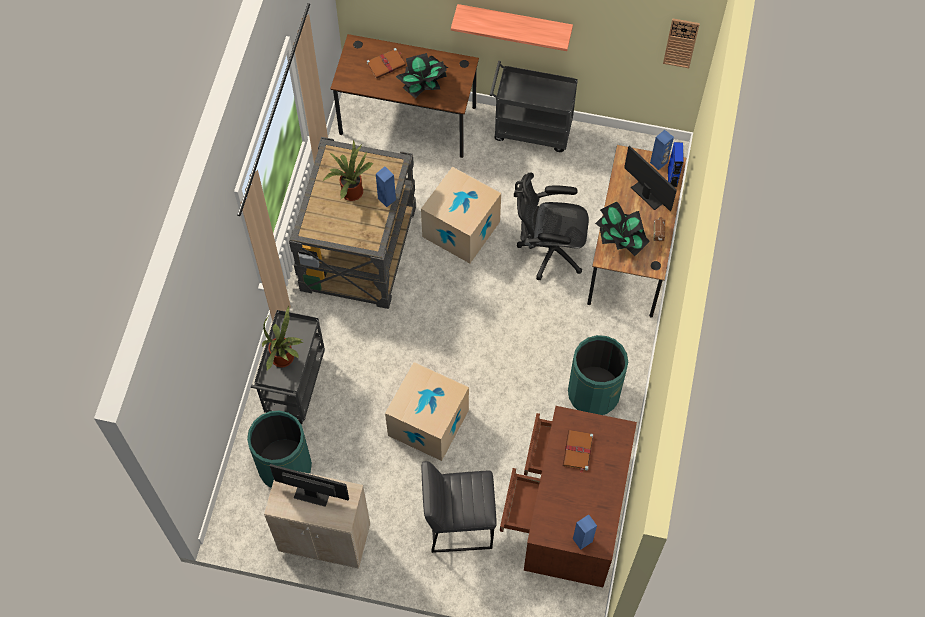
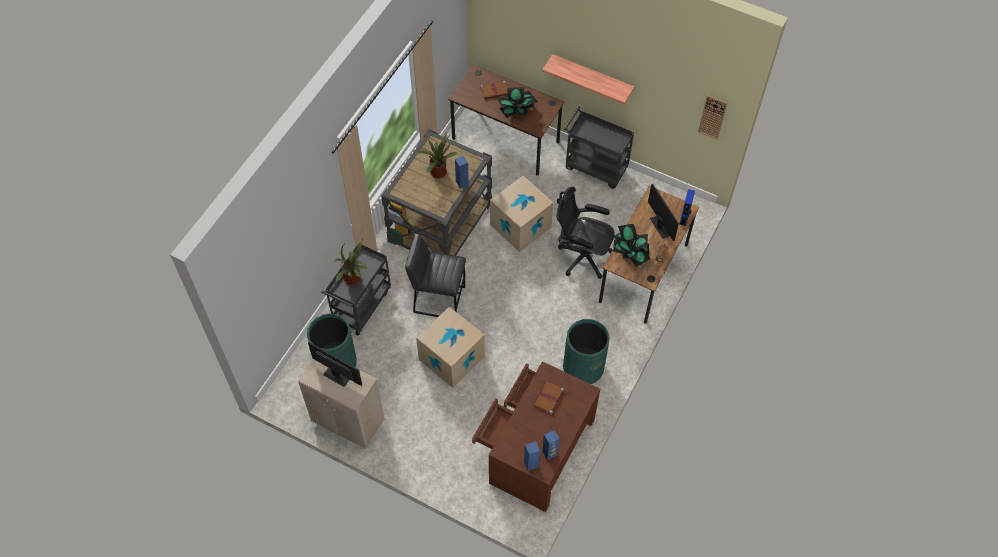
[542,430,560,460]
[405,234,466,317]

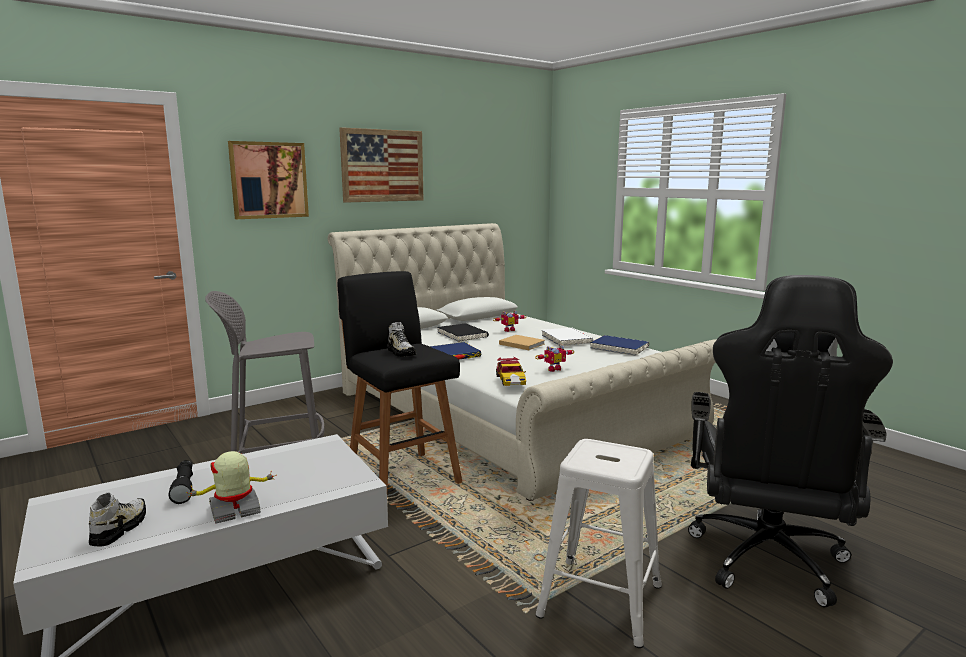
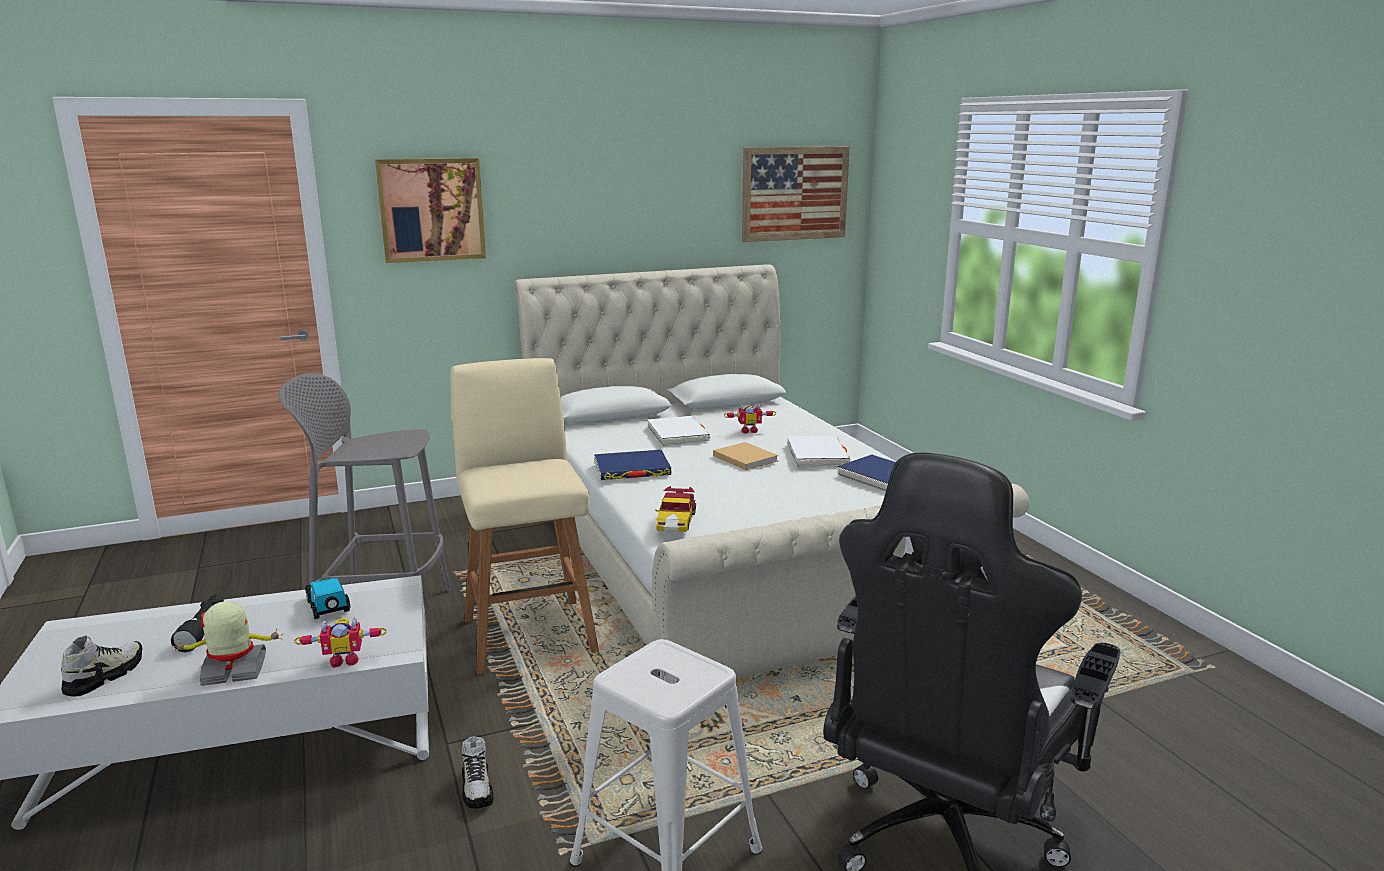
[742,146,850,242]
[450,358,599,675]
[462,736,493,809]
[647,416,711,446]
[294,618,387,668]
[305,578,351,619]

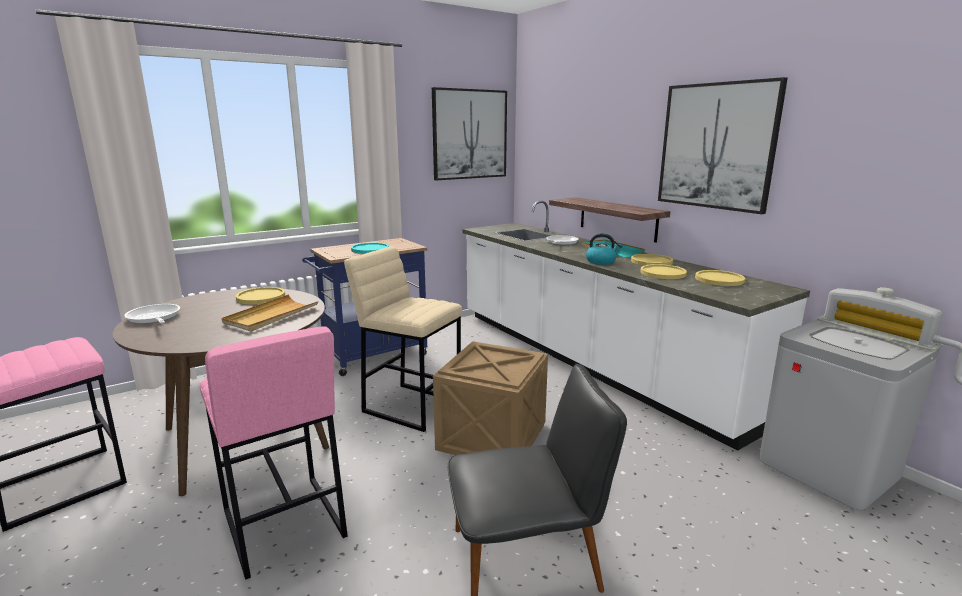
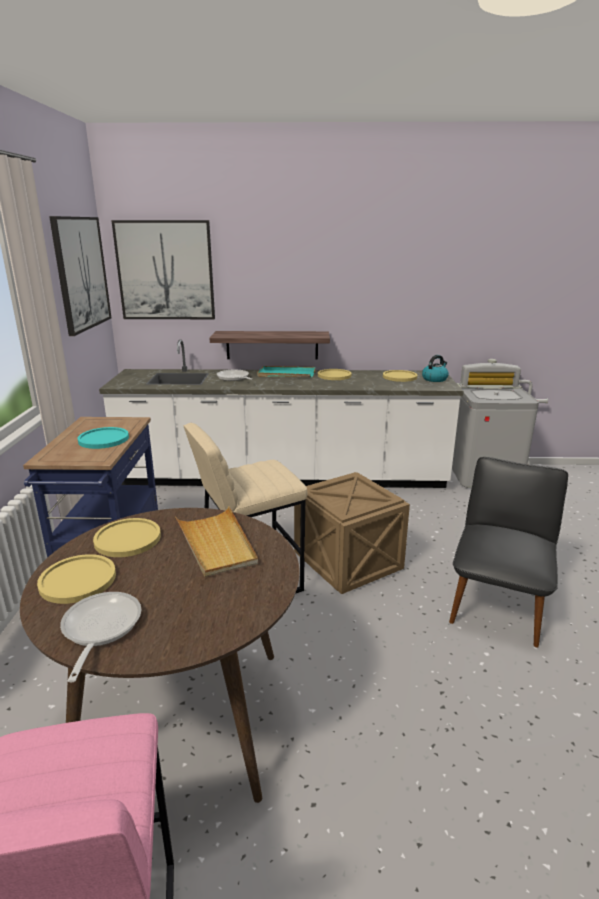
[111,220,215,319]
[422,355,449,382]
[37,554,116,604]
[60,592,142,682]
[200,326,347,580] (first image)

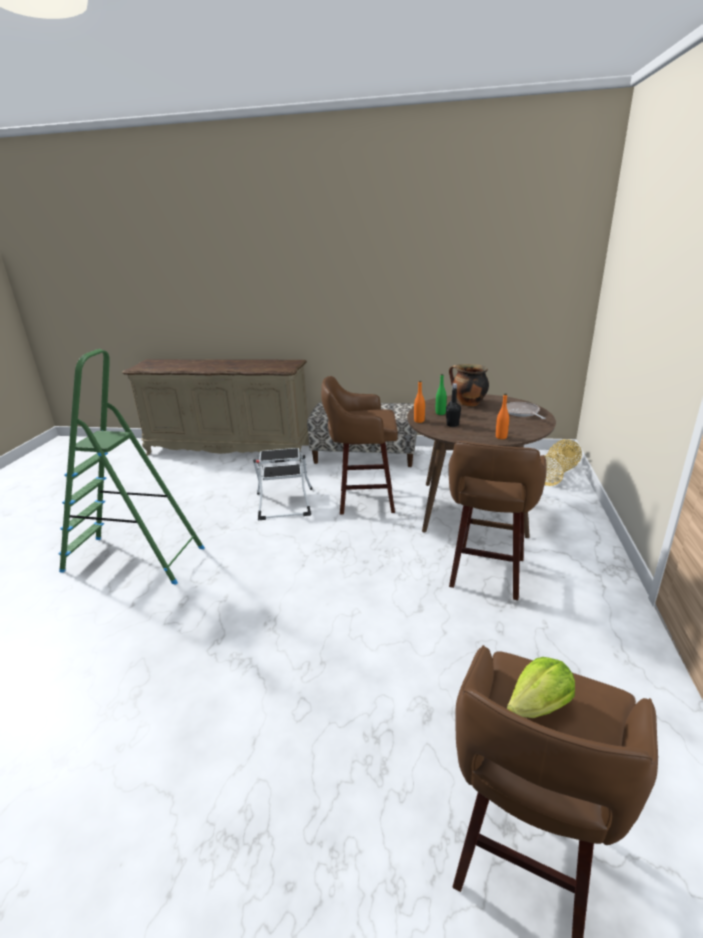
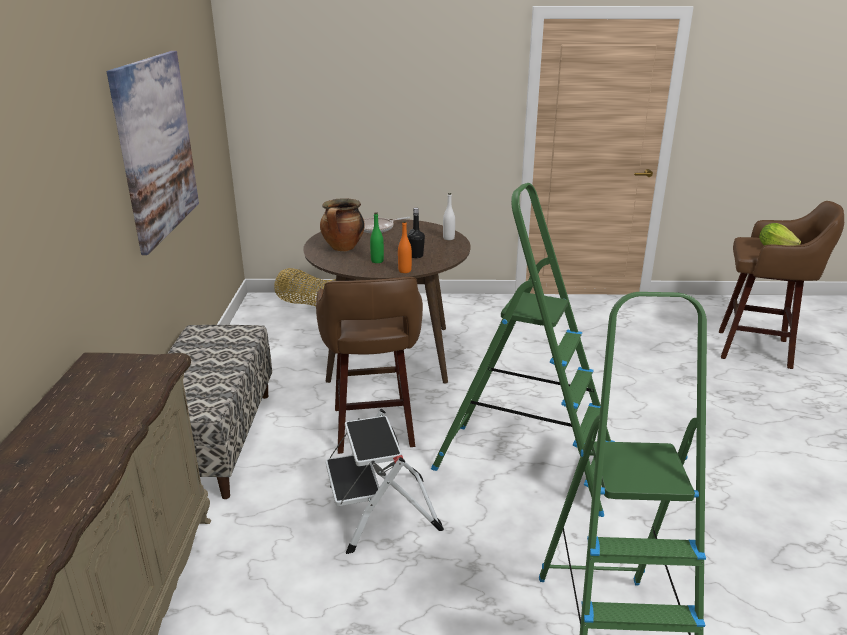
[443,193,455,240]
[449,441,547,600] (first image)
[107,51,199,255]
[431,183,615,517]

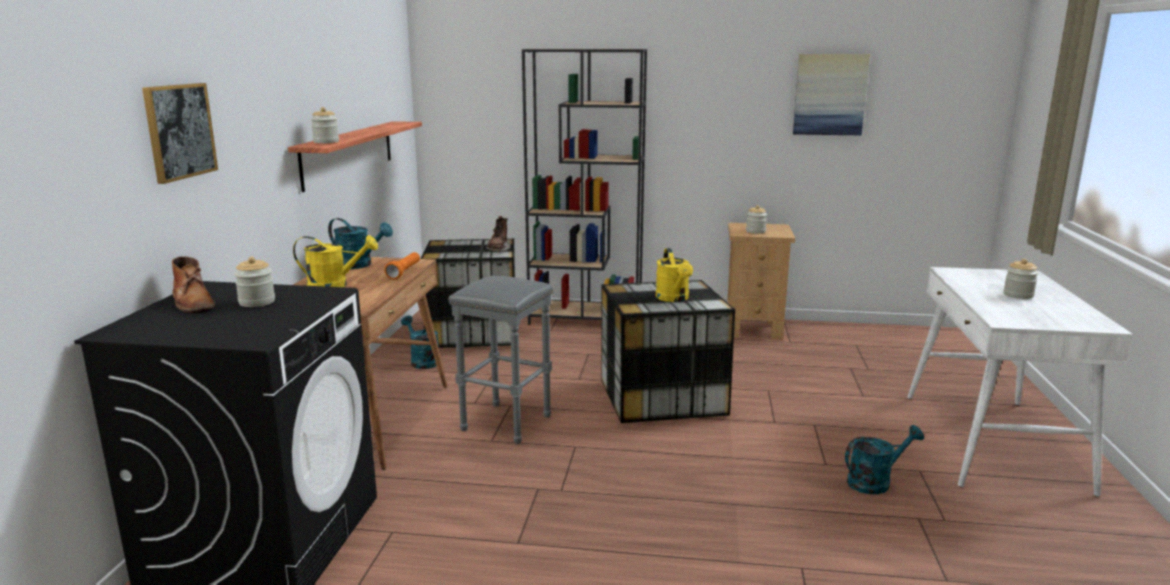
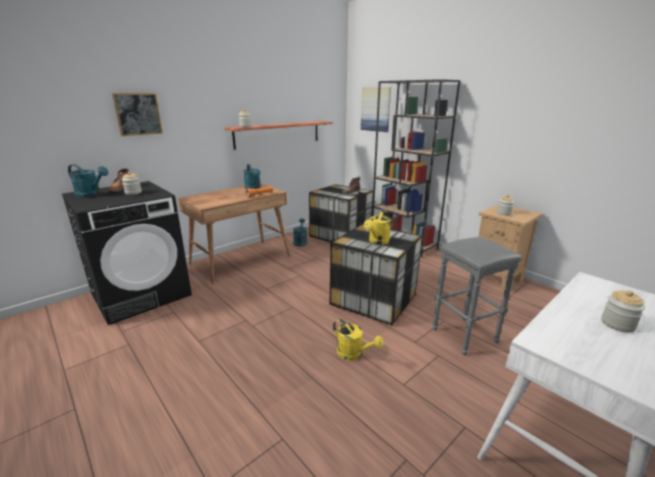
[361,87,391,132]
[333,319,384,361]
[432,237,522,355]
[68,164,108,198]

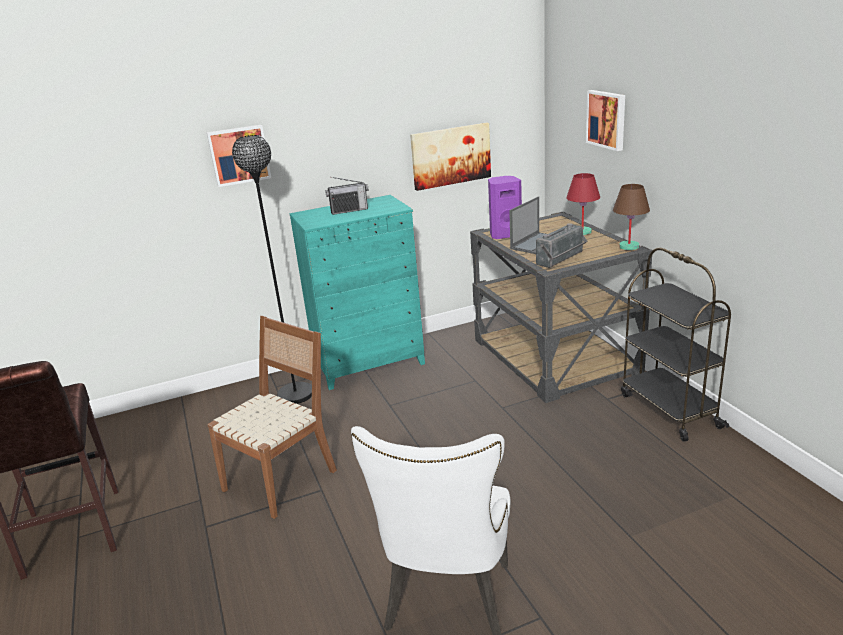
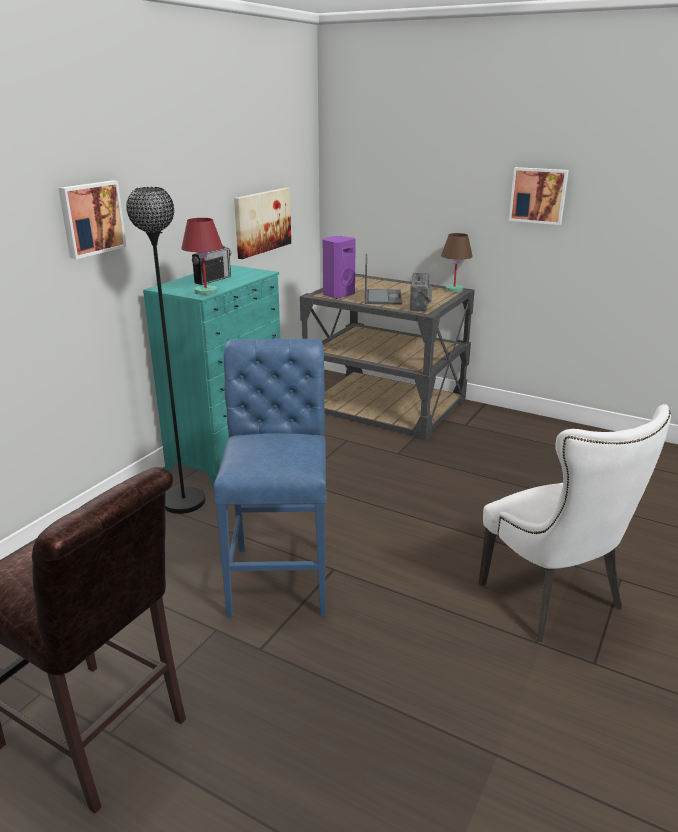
[509,167,569,225]
[181,218,223,295]
[621,248,731,442] (first image)
[213,339,327,618]

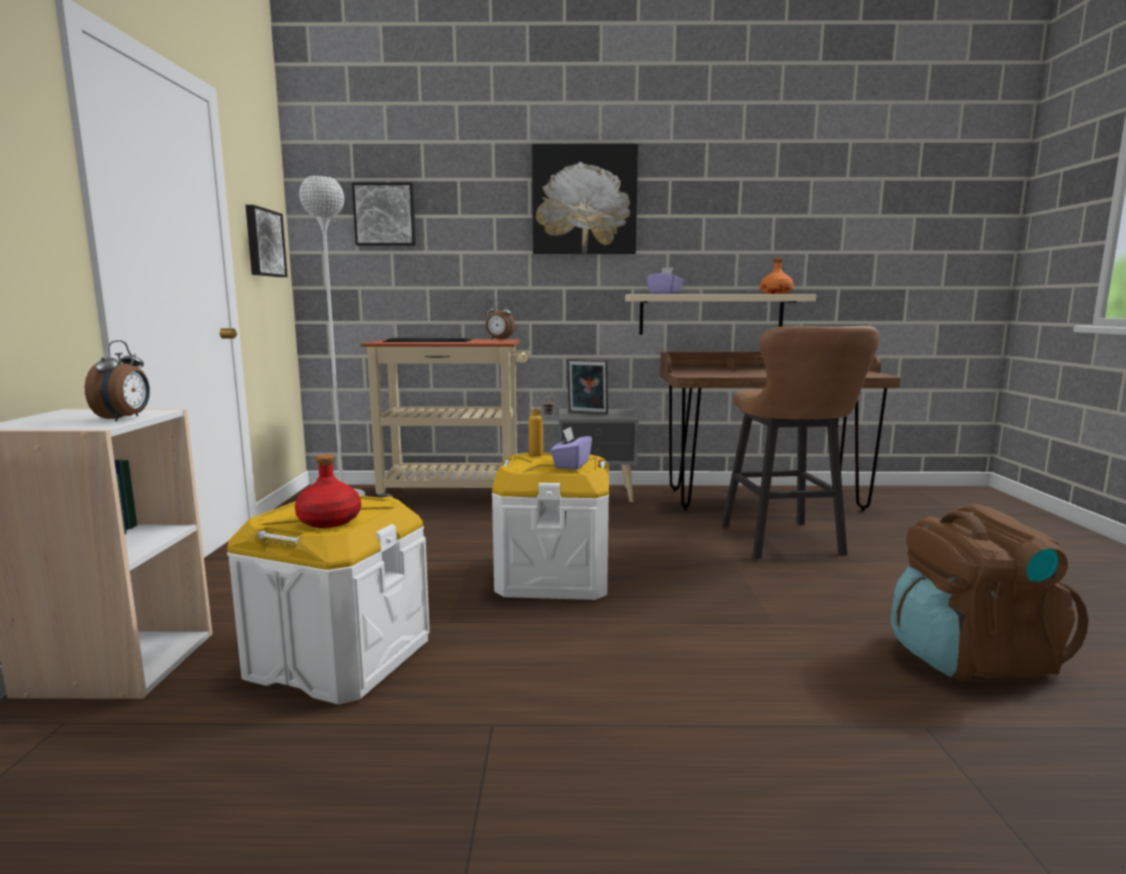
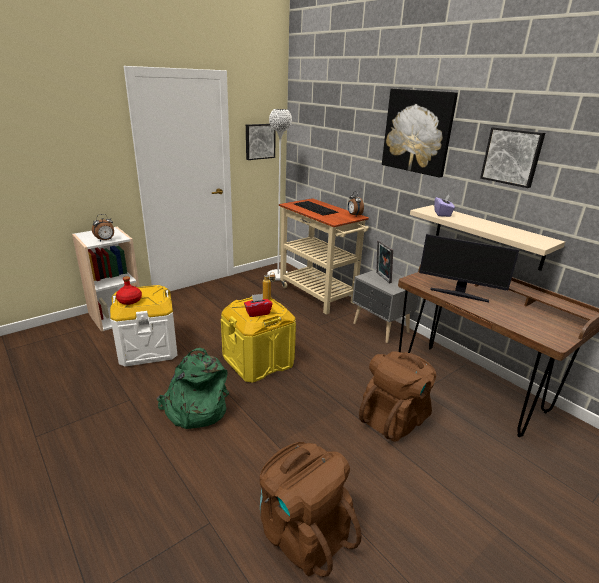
[480,127,545,188]
[760,258,794,294] (first image)
[359,351,436,442]
[244,294,272,317]
[221,297,296,383]
[419,234,519,302]
[156,348,229,429]

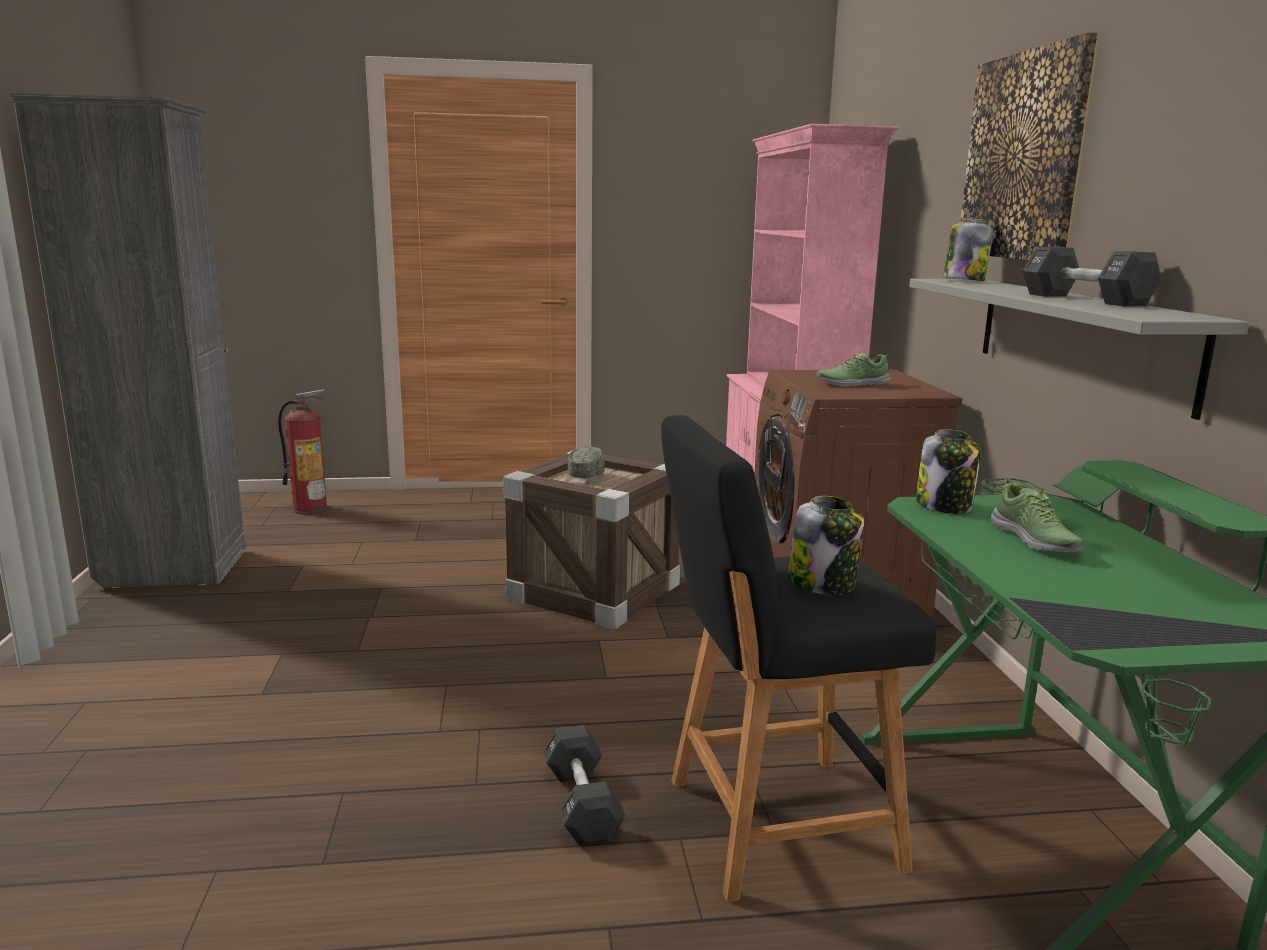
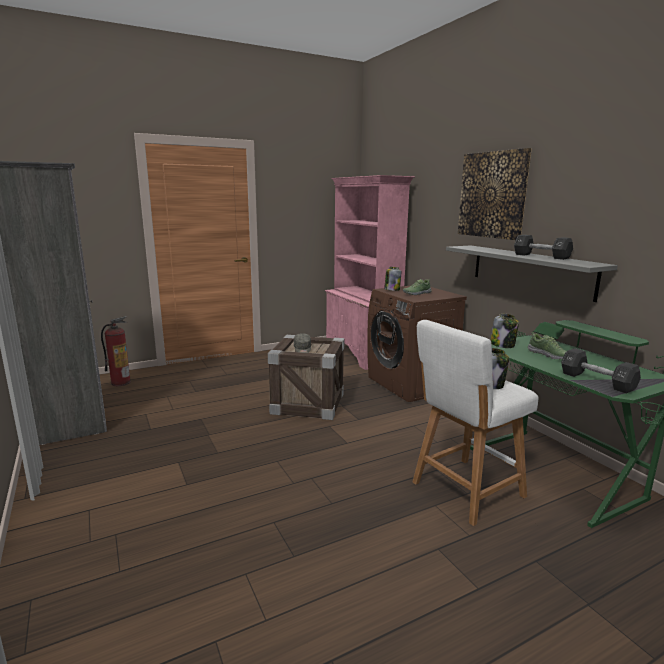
[384,267,401,291]
[412,320,538,526]
[561,348,641,393]

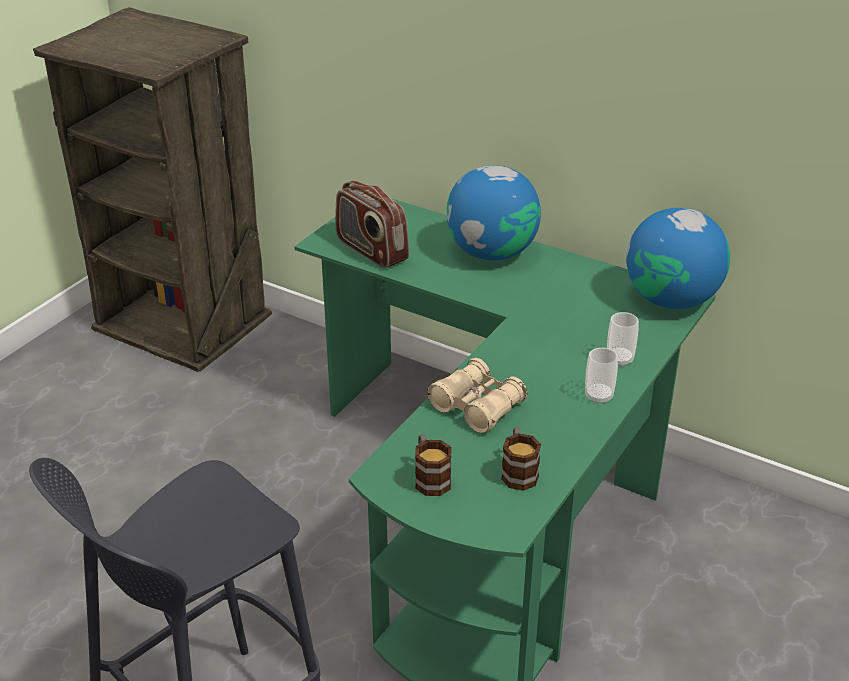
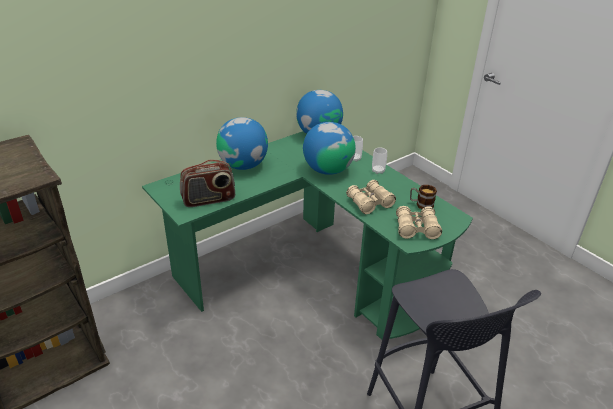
[396,206,442,239]
[303,122,356,175]

